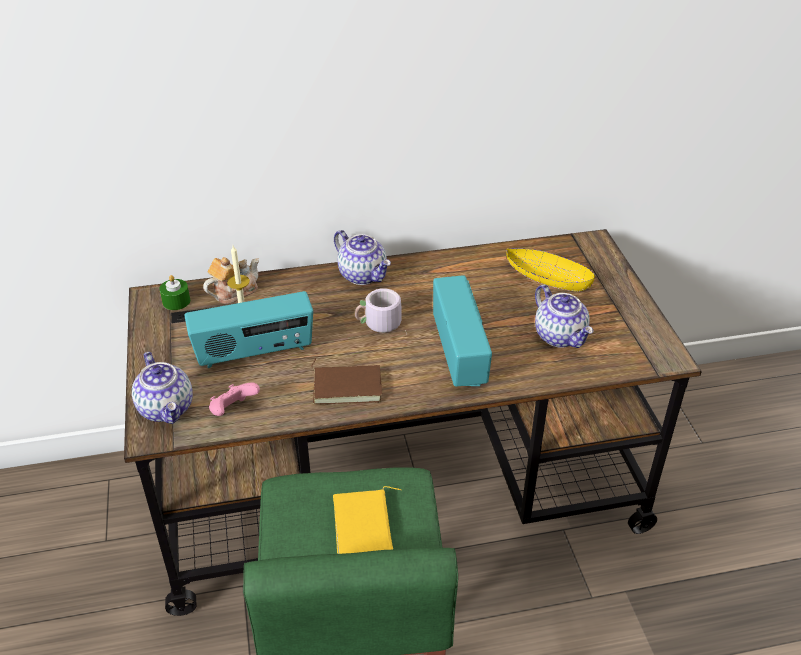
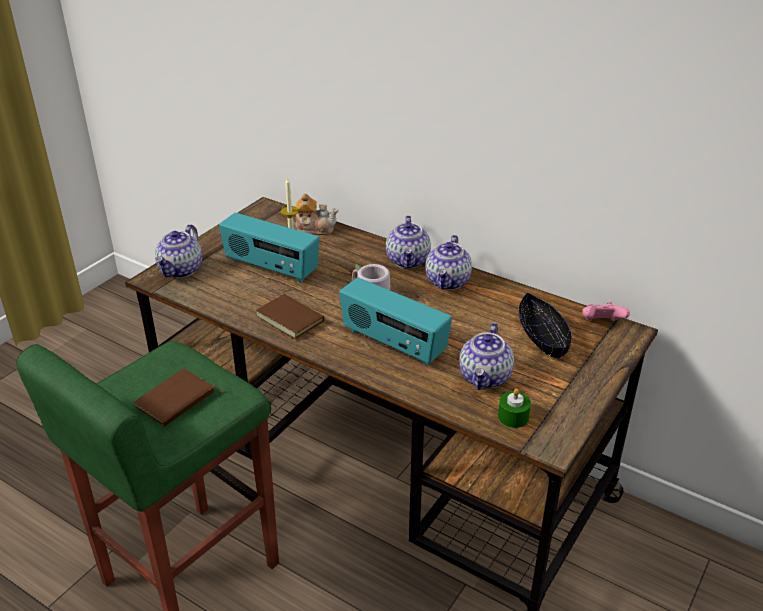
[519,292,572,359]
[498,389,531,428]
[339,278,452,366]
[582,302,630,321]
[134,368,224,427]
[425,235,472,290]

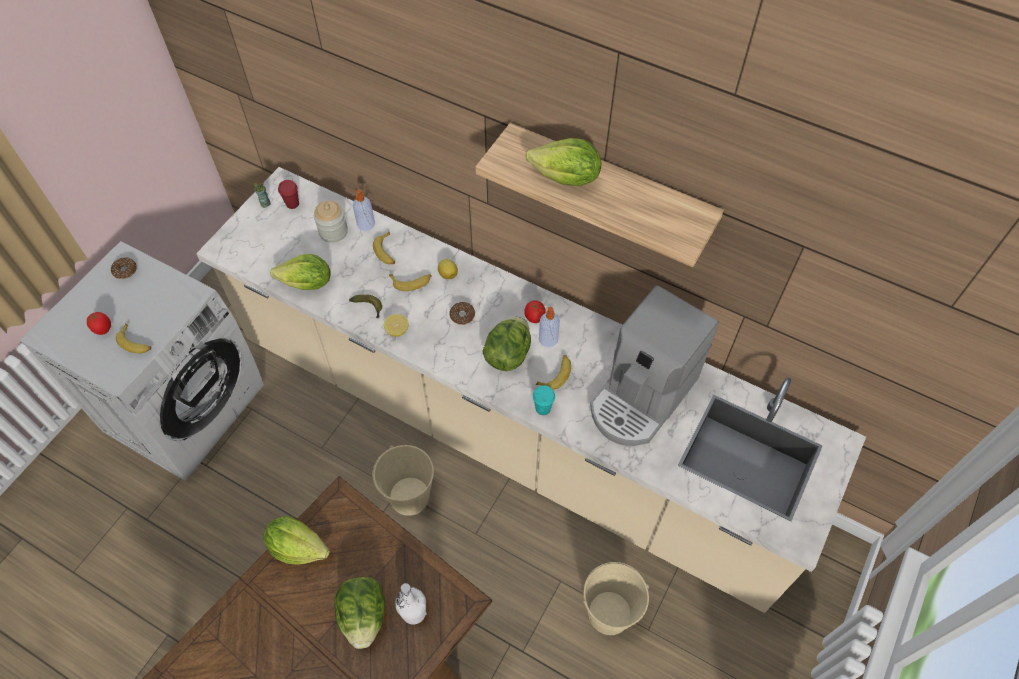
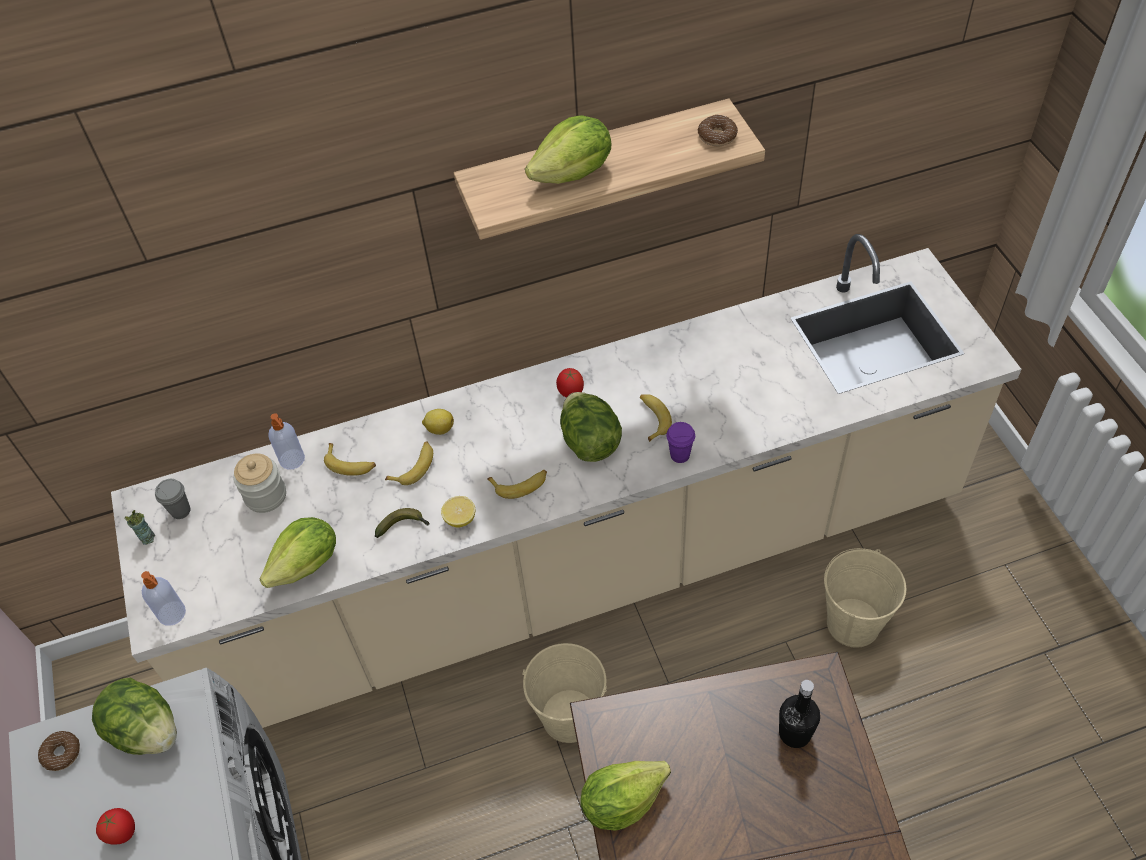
[155,479,191,519]
[590,285,719,446] (first image)
[697,115,738,146]
[141,571,186,626]
[487,470,547,499]
[666,422,695,463]
[92,678,177,755]
[779,680,820,748]

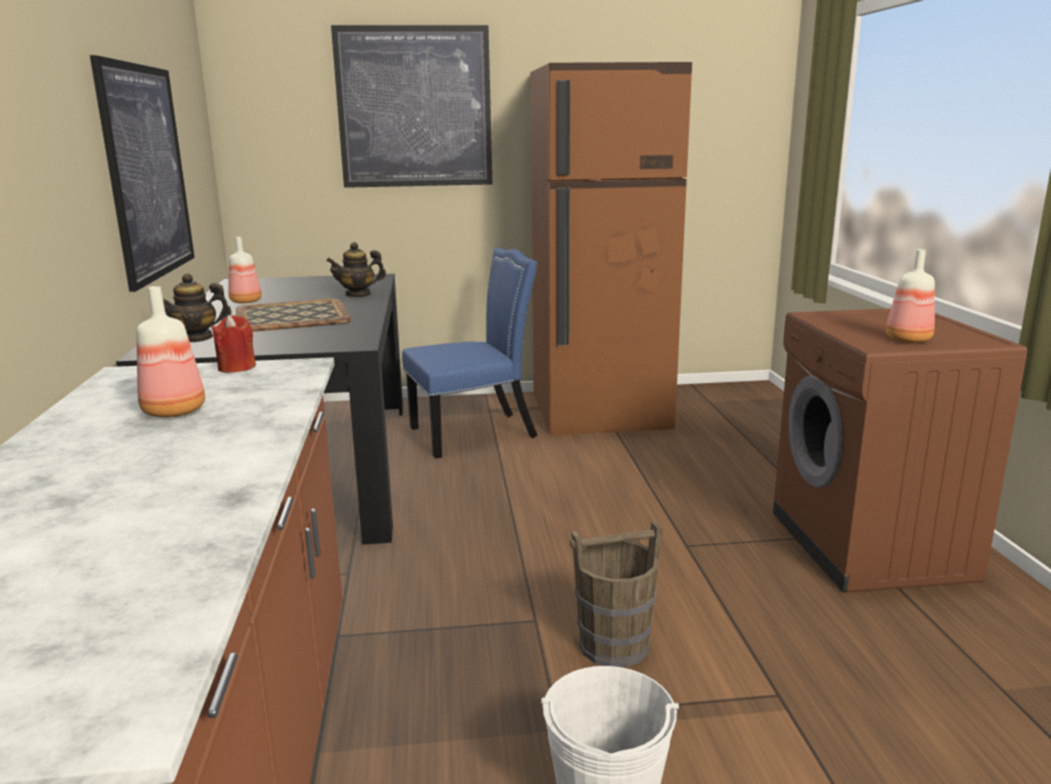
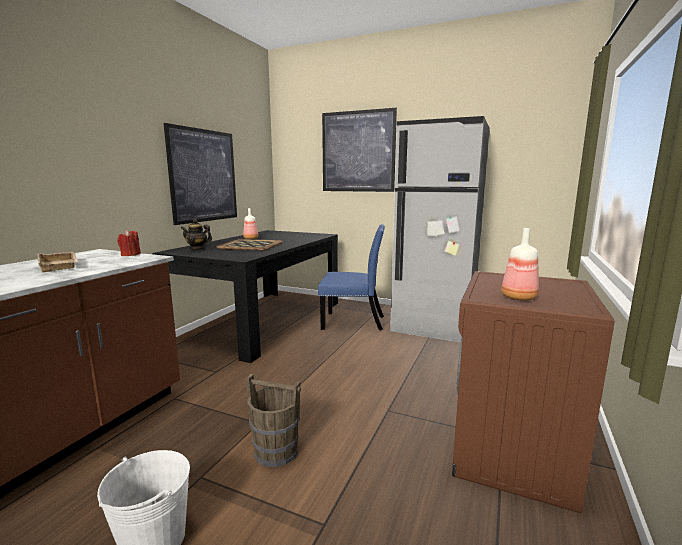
[390,116,490,342]
[326,242,386,298] (first image)
[38,252,78,272]

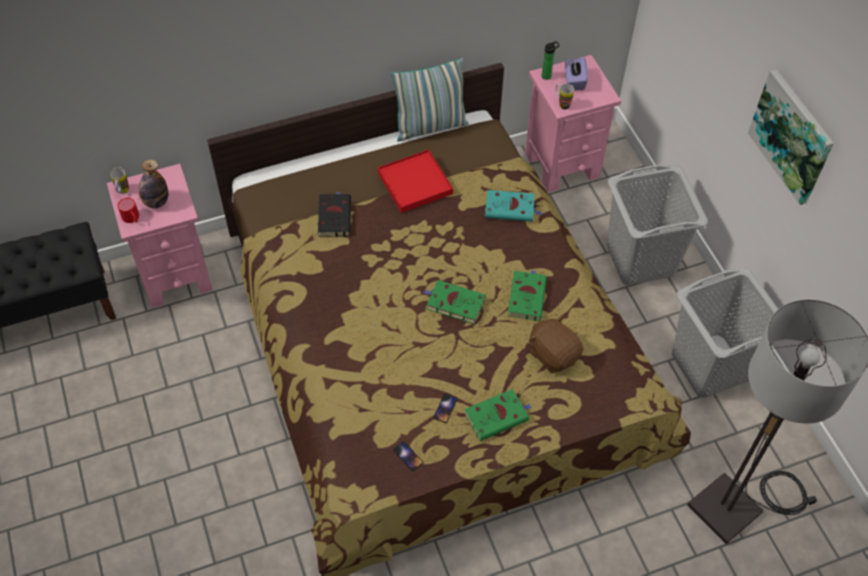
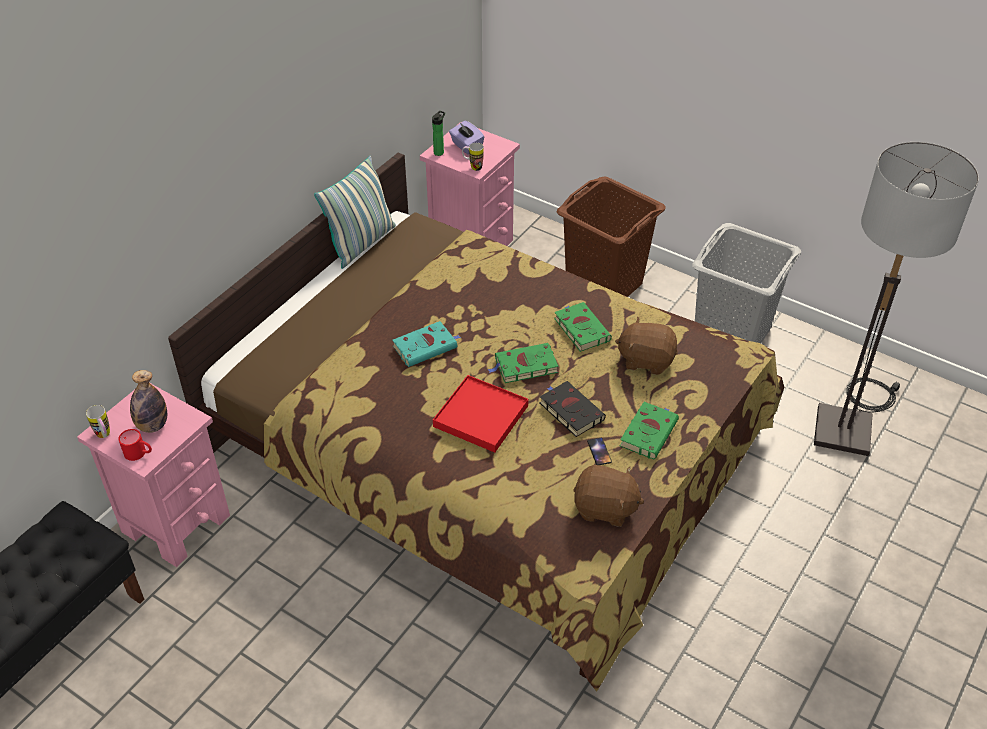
[748,69,834,205] (first image)
[433,375,528,453]
[557,177,666,297]
[392,321,461,367]
[540,381,606,437]
[573,465,644,527]

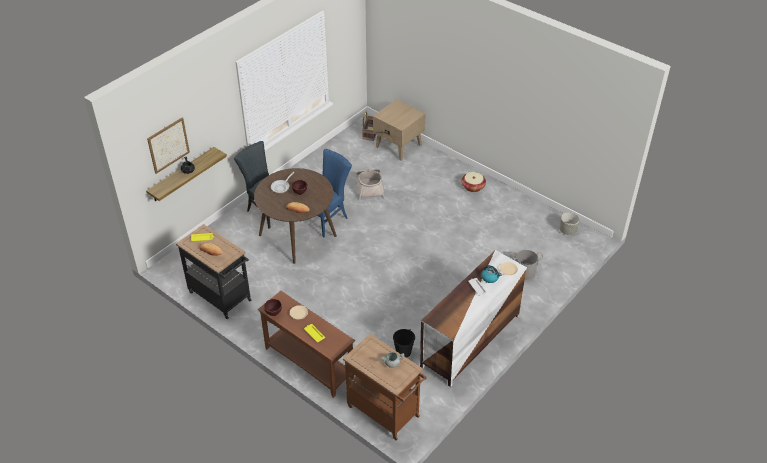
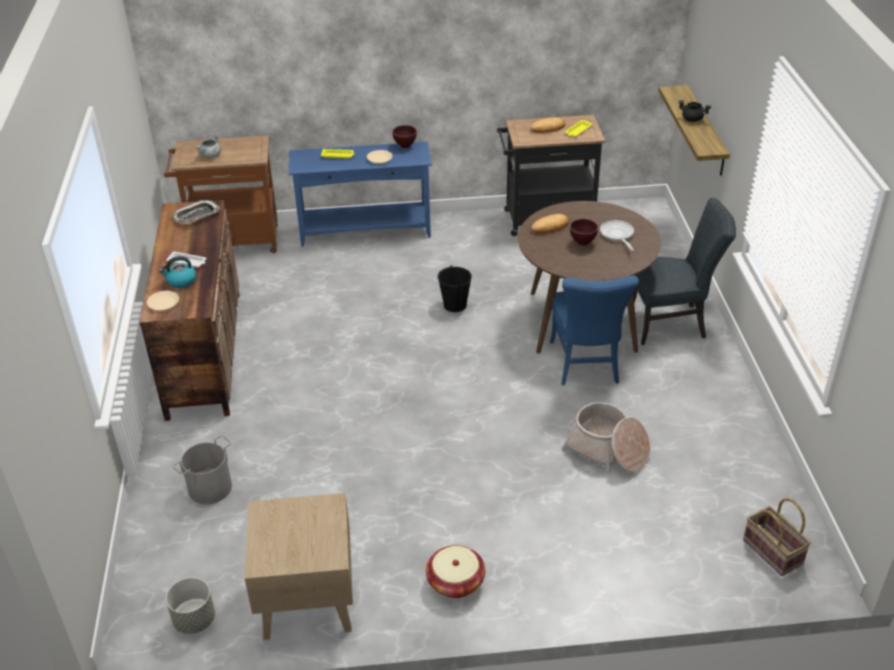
[245,493,353,640]
[147,117,190,174] (first image)
[139,200,239,421]
[289,141,432,247]
[437,265,472,312]
[171,200,220,224]

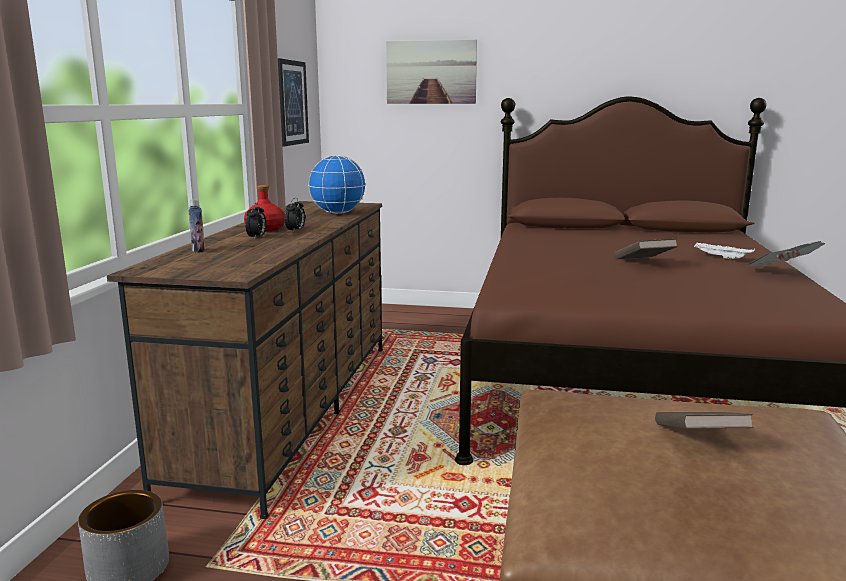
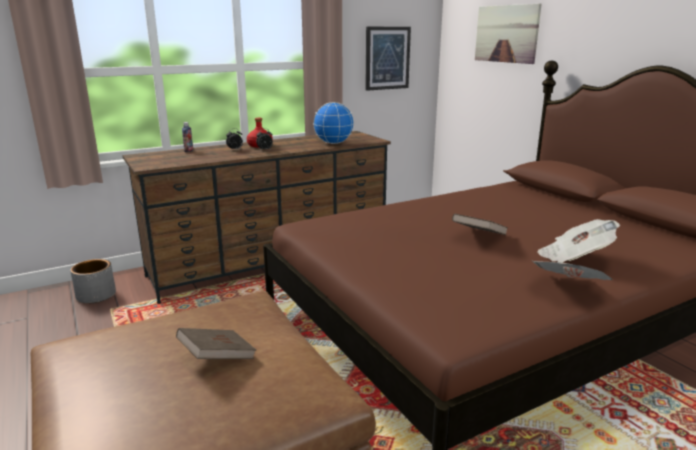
[537,219,620,263]

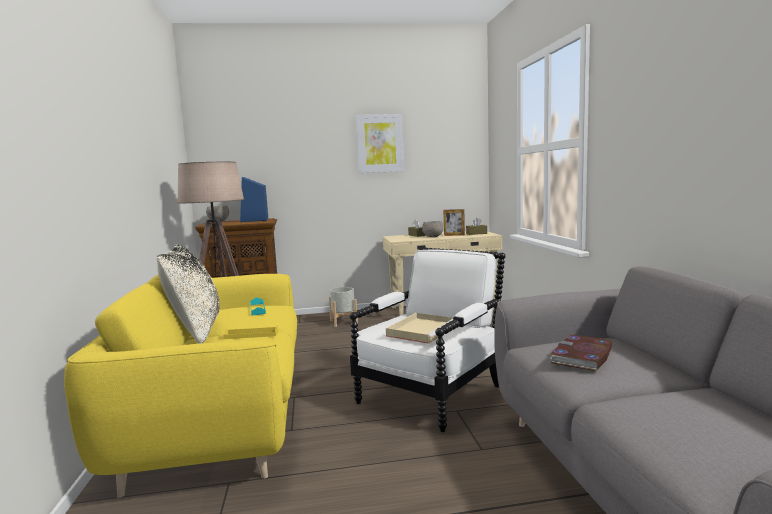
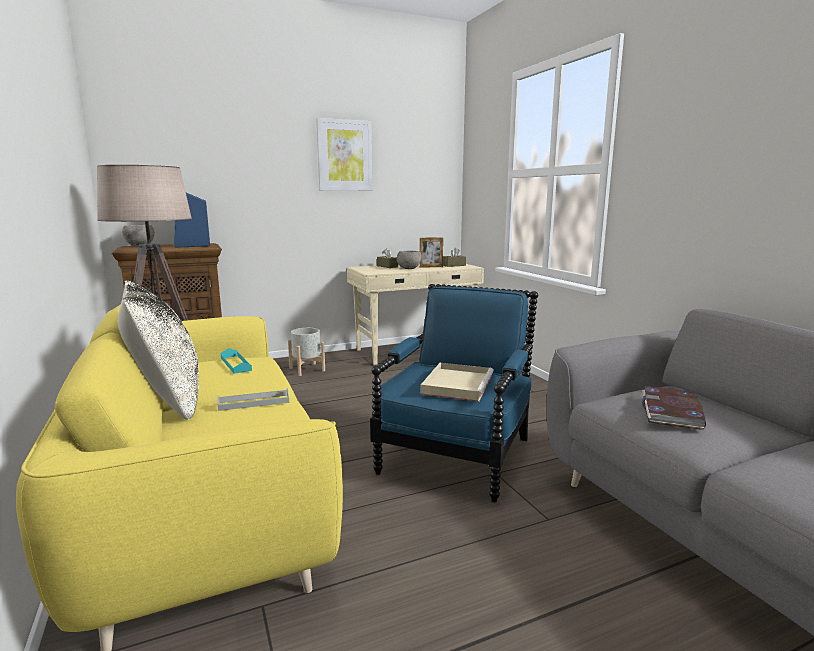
[370,284,538,502]
[218,388,289,411]

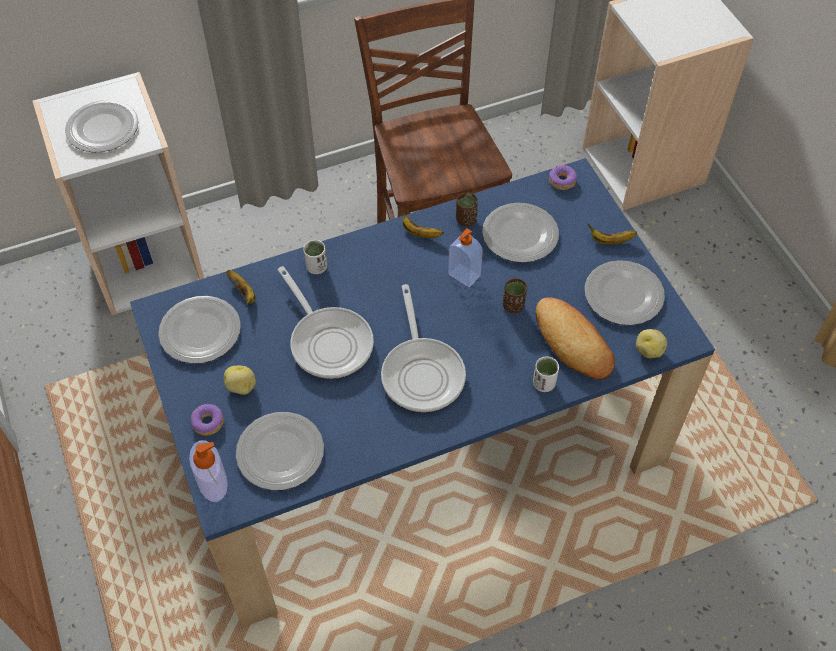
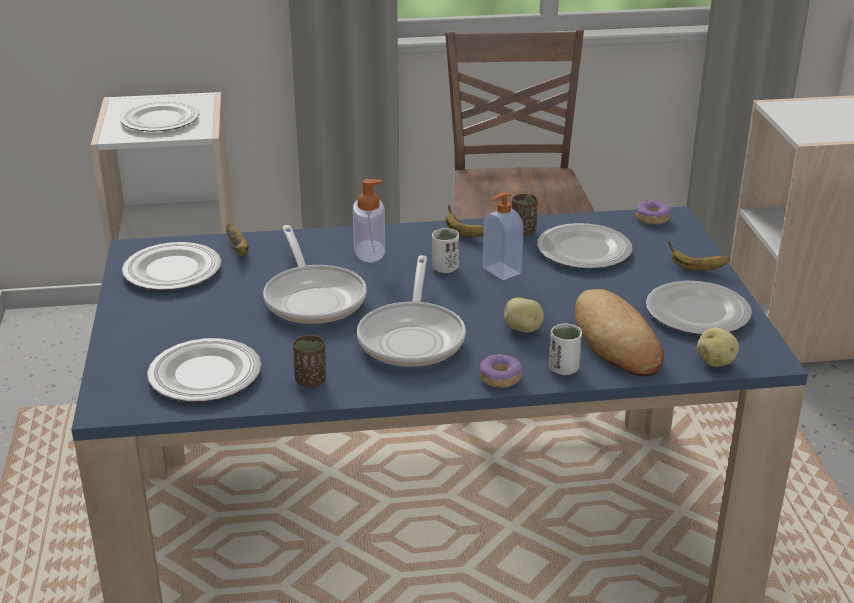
[432,228,459,273]
[293,335,326,388]
[504,297,544,332]
[480,354,522,388]
[353,179,385,263]

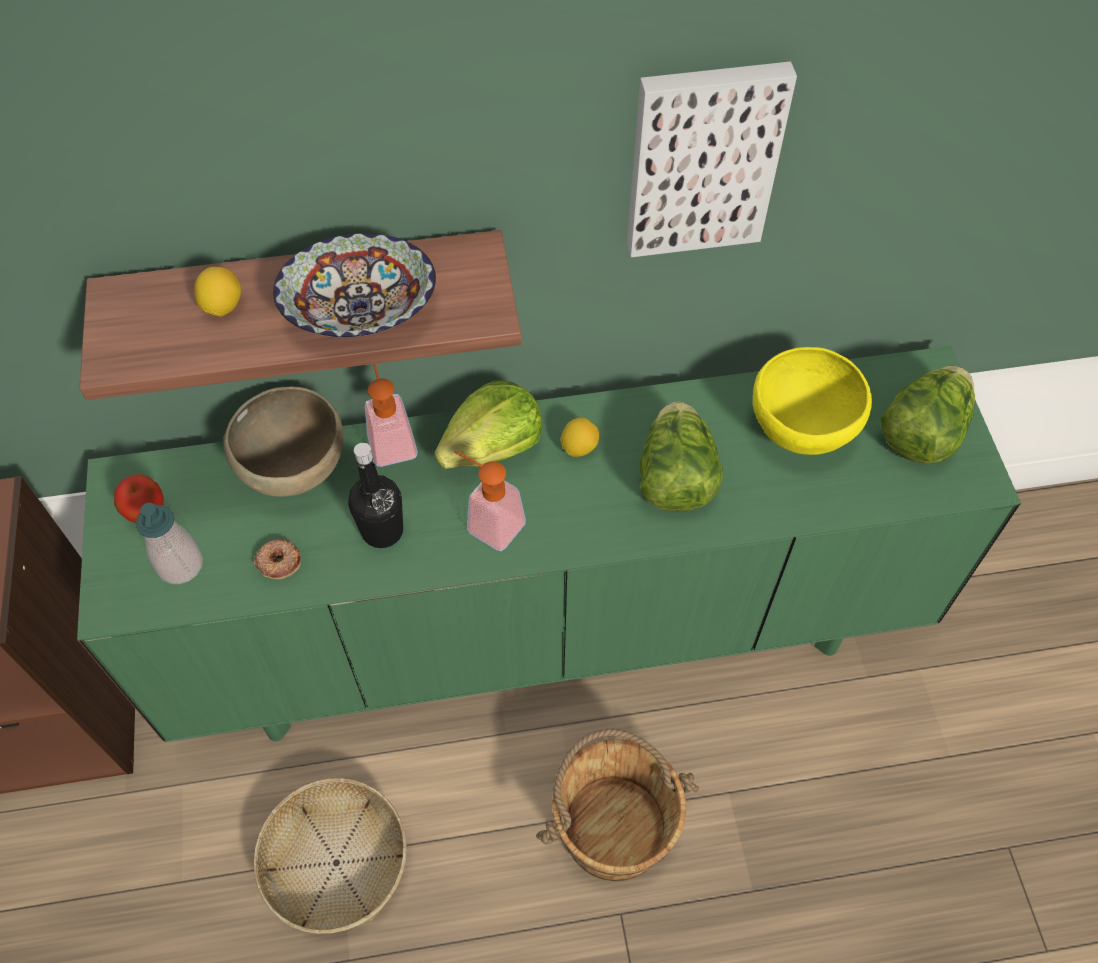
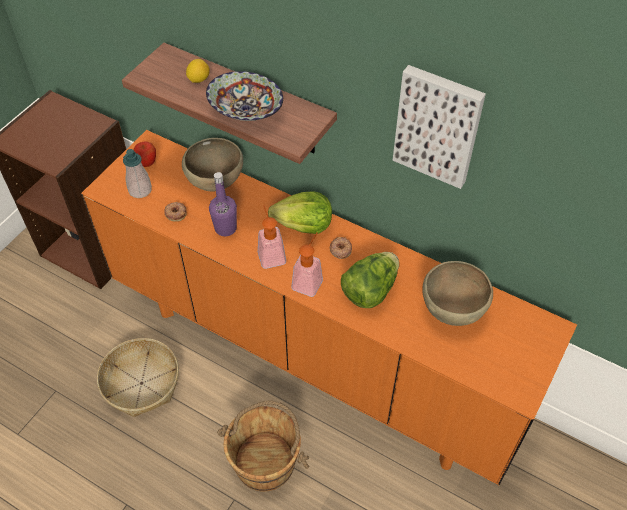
[81,130,577,485]
[422,261,493,326]
[291,233,323,297]
[881,366,975,464] (first image)
[330,237,352,259]
[209,172,237,236]

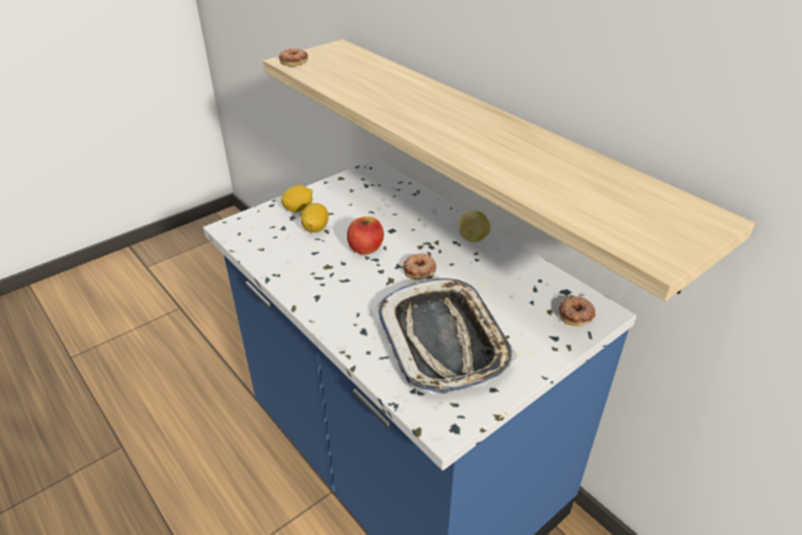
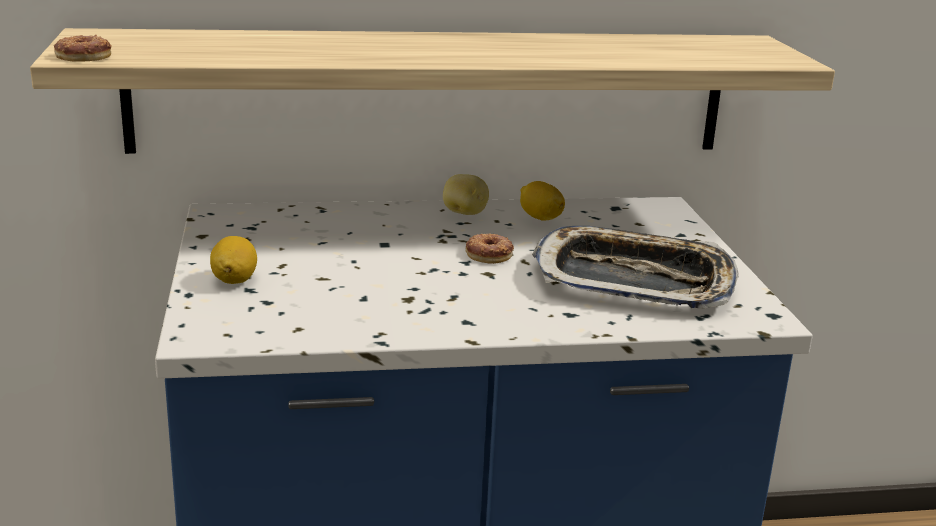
[520,181,565,221]
[347,217,384,255] (first image)
[559,296,596,326] (first image)

